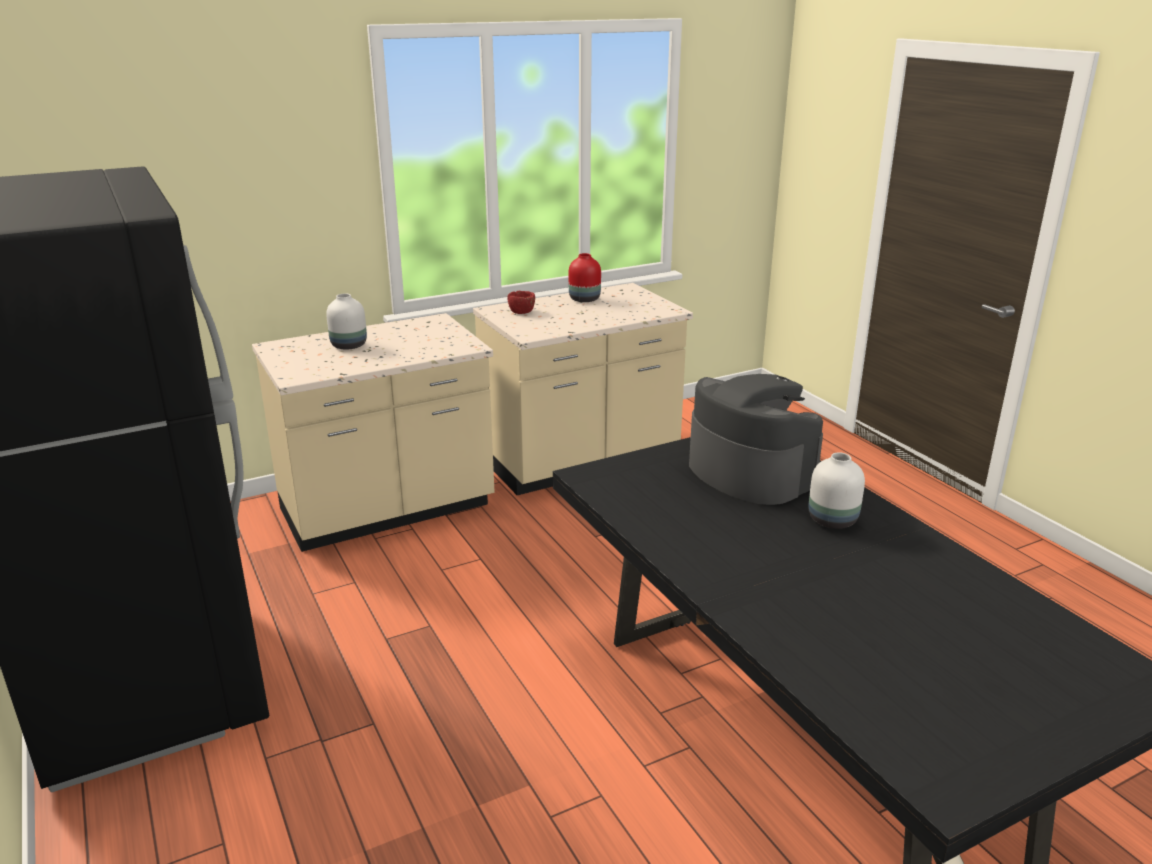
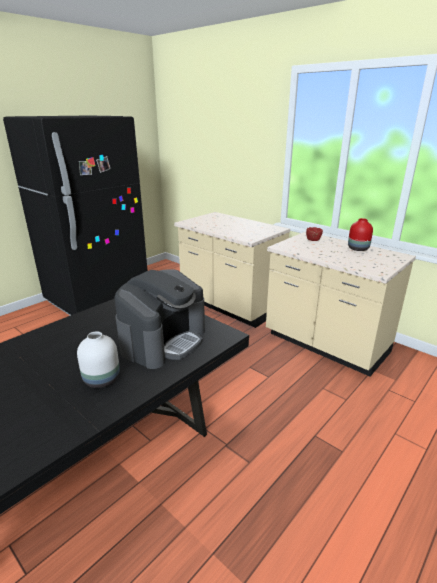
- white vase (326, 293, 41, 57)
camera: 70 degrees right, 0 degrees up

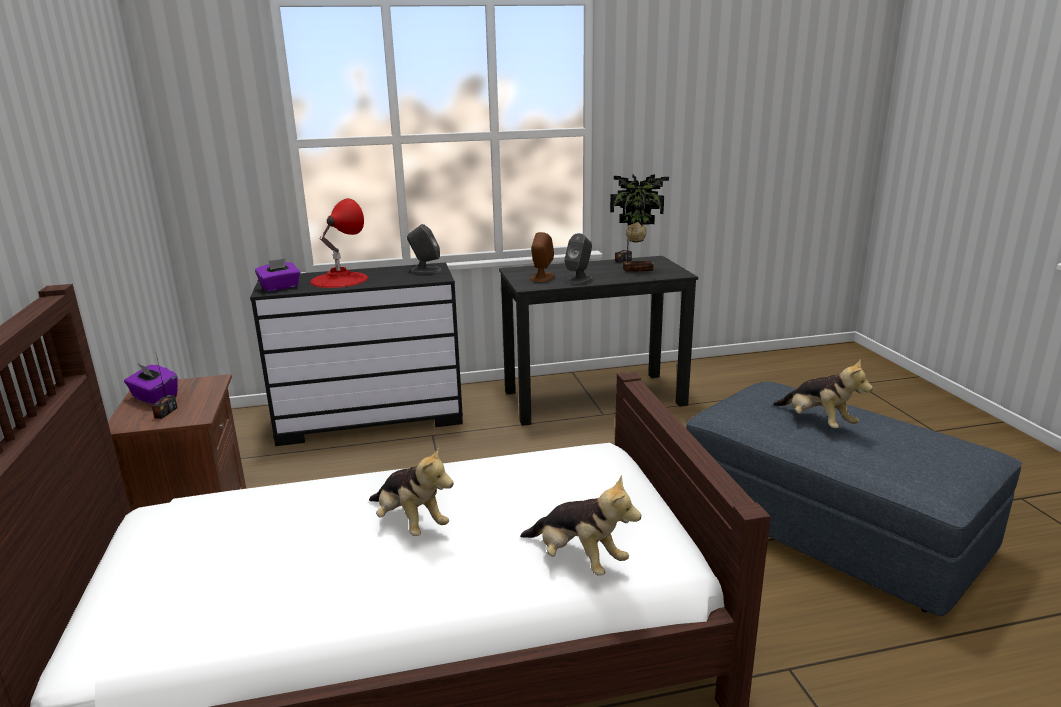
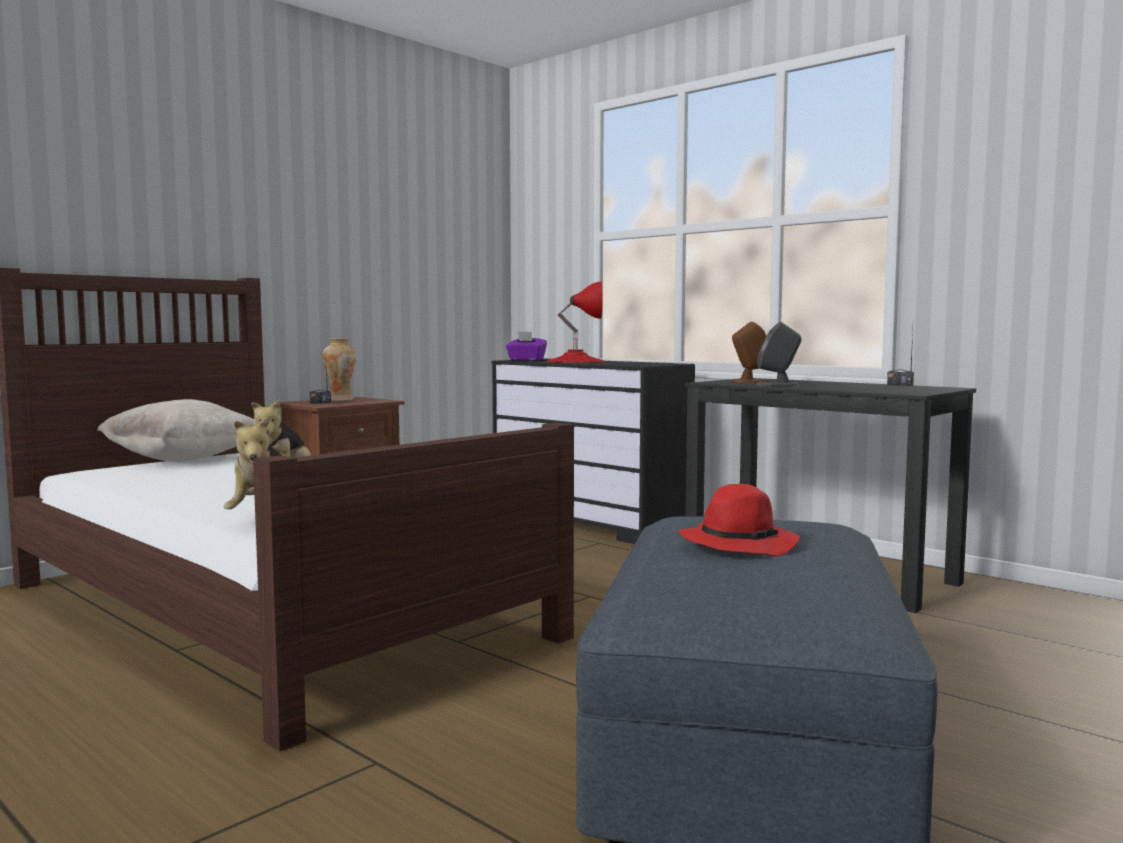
~ purple tissue box (124, 363, 54, 42) to vase (322, 338, 34, 63)
- grey speaker (407, 224, 35, 49)
- potted plant (610, 174, 59, 98)
~ plush toy (773, 358, 100, 70) to red hat (678, 484, 122, 73)
+ beige pillow (97, 399, 158, 63)
camera: 55 degrees right, 15 degrees down

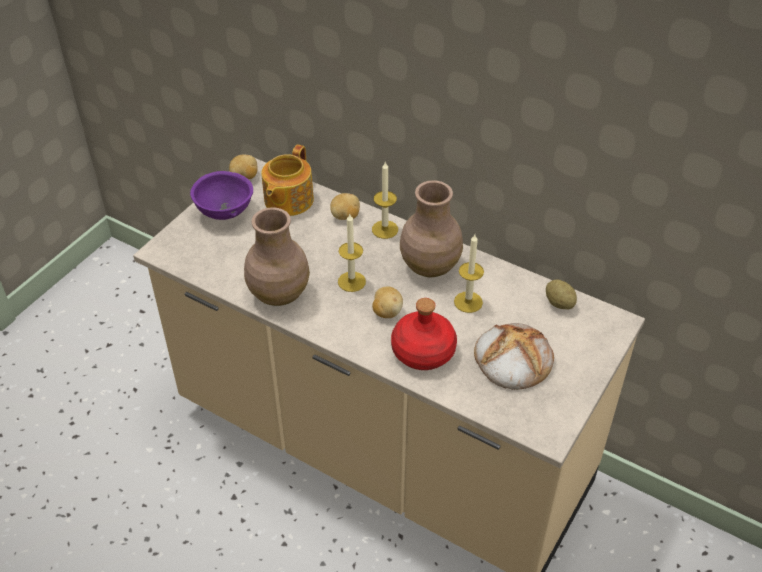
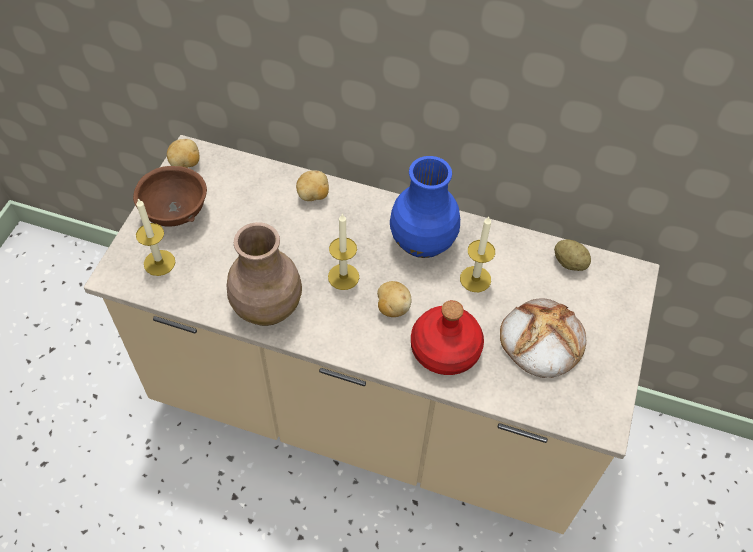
~ purple bowl (190, 171, 63, 49) to brown bowl (133, 166, 74, 61)
- teapot (261, 145, 53, 71)
~ candle (372, 161, 26, 78) to (136, 199, 39, 77)
~ brown vase (400, 180, 63, 97) to blue vase (390, 156, 70, 102)
camera: 15 degrees left, 10 degrees up

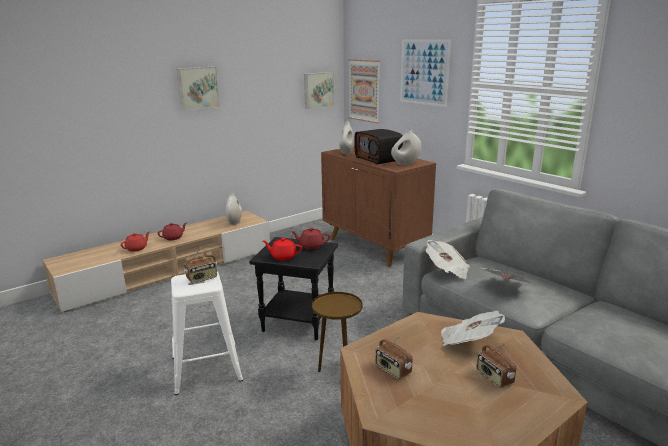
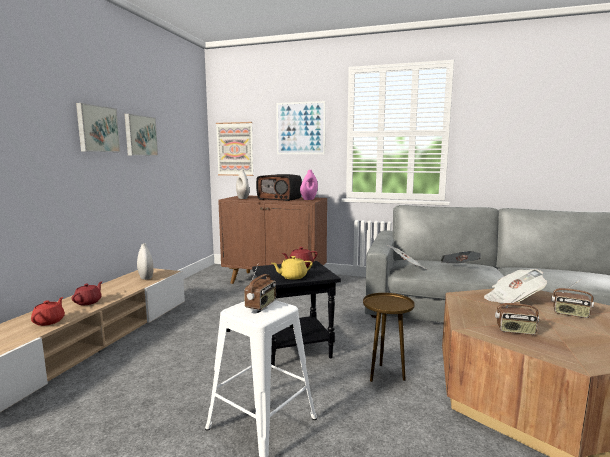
~ red teapot (263, 238, 39, 23) to yellow teapot (272, 256, 41, 24)
~ picture (304, 72, 30, 37) to (124, 114, 34, 42)
~ white vase (391, 129, 30, 37) to pink vase (300, 170, 18, 30)
camera: 35 degrees left, 10 degrees down

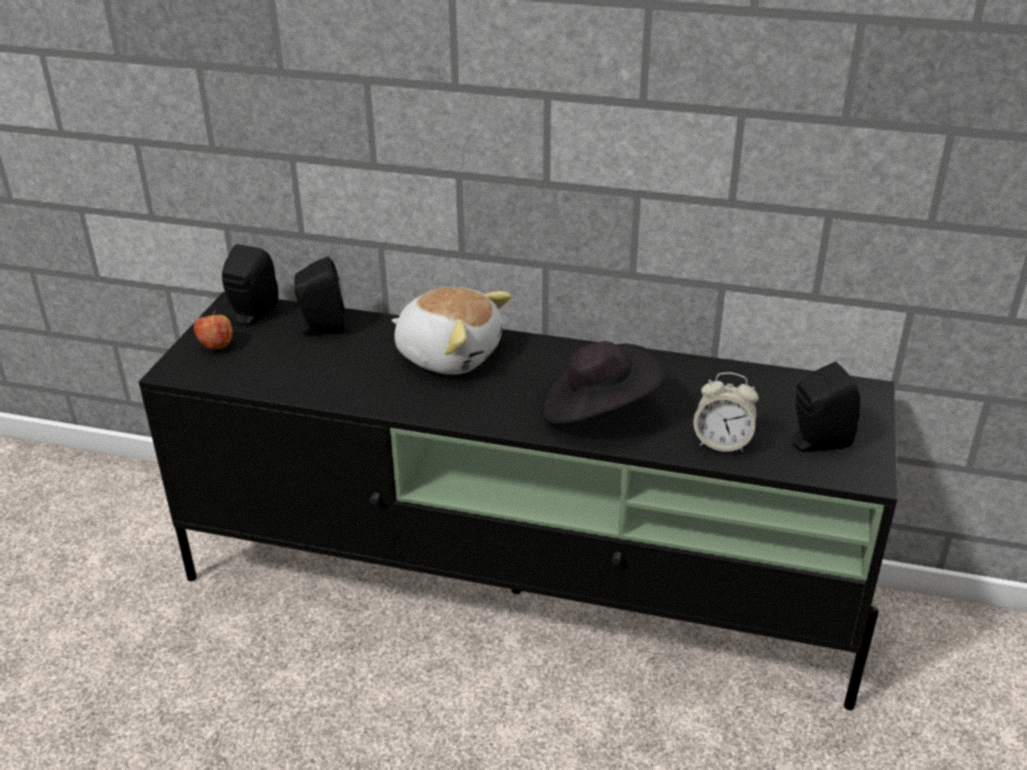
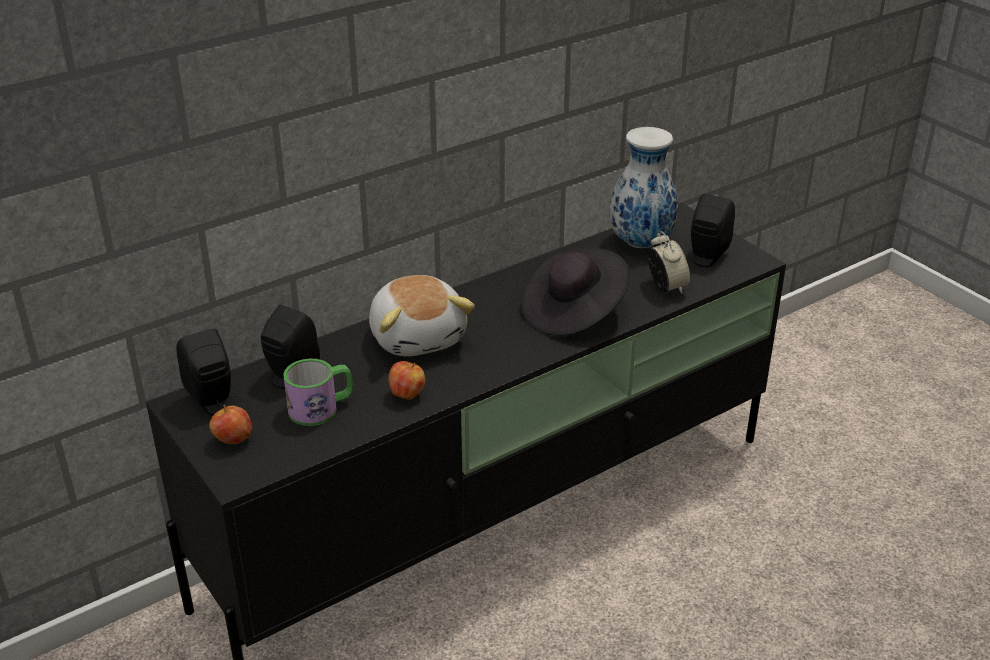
~ plush toy (391, 287, 121, 88) = (369, 275, 106, 82) 90 degrees clockwise
~ alarm clock (693, 372, 66, 81) = (648, 231, 42, 63) 75 degrees counterclockwise
+ mug (283, 359, 71, 67)
+ apple (389, 361, 36, 39)
+ vase (609, 127, 69, 121)
camera: 50 degrees left, 0 degrees up

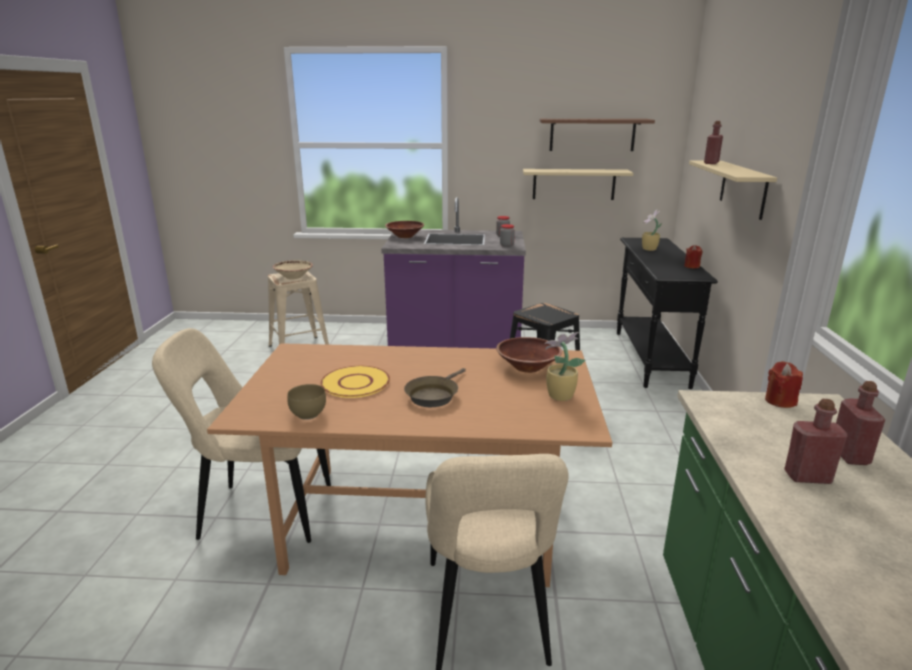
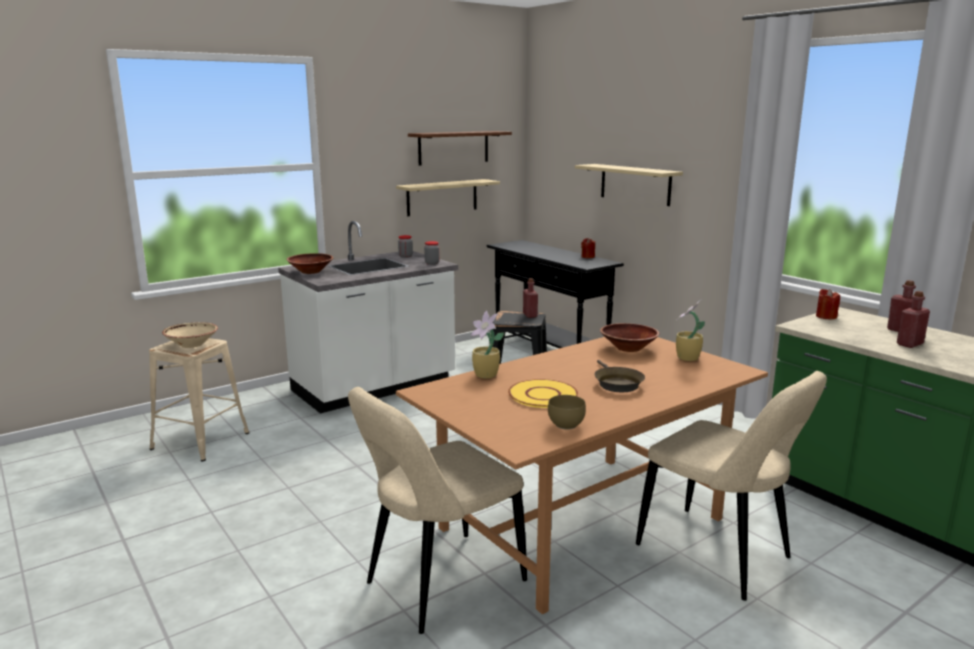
~ purple counter (381, 197, 145, 152) to white counter (278, 221, 180, 192)
~ potted plant (642, 209, 20, 42) to (470, 311, 34, 68)
~ red bottle (704, 121, 19, 43) to (523, 278, 15, 40)
camera: 40 degrees left, 5 degrees down

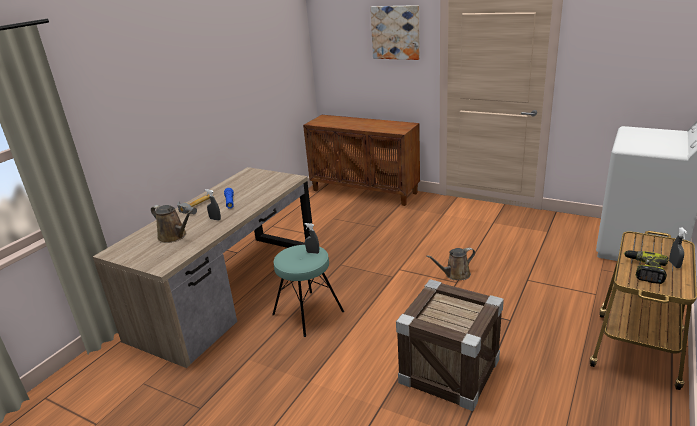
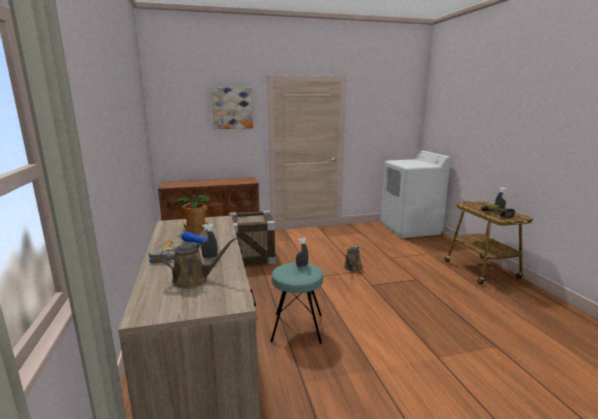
~ crate (396, 279, 108, 132) to (229, 210, 47, 56)
+ potted plant (173, 193, 36, 39)
camera: 45 degrees left, 10 degrees down

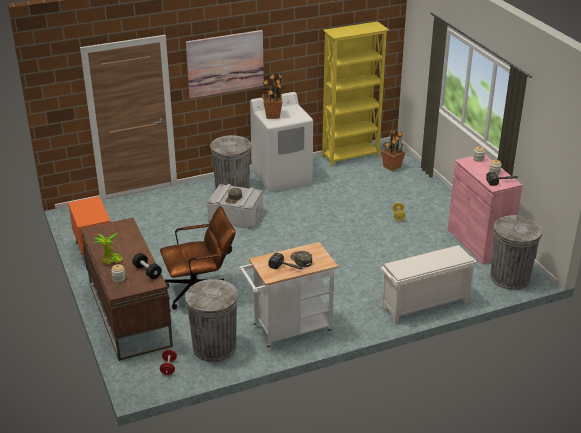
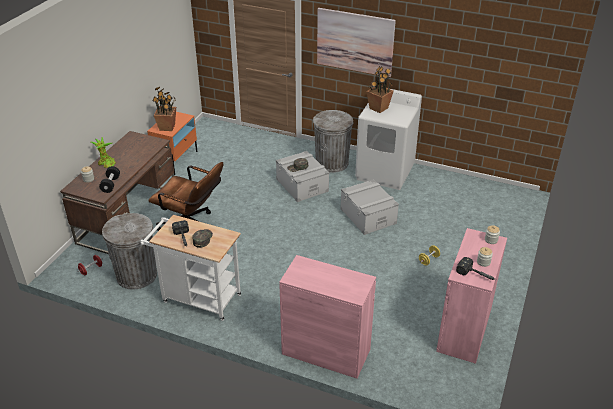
- yellow bookcase (322, 21, 67, 146)
~ potted plant (381, 129, 24, 42) to (152, 87, 25, 44)
~ white shoe rack (381, 245, 96, 78) to pink cabinet (279, 255, 97, 124)
- grey trash can (490, 215, 52, 75)
+ grey storage box (340, 180, 59, 55)
camera: 45 degrees right, 5 degrees up

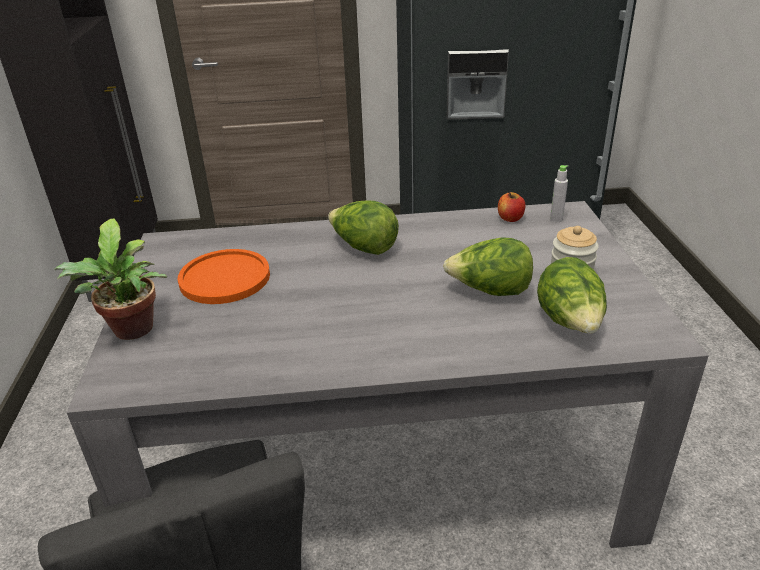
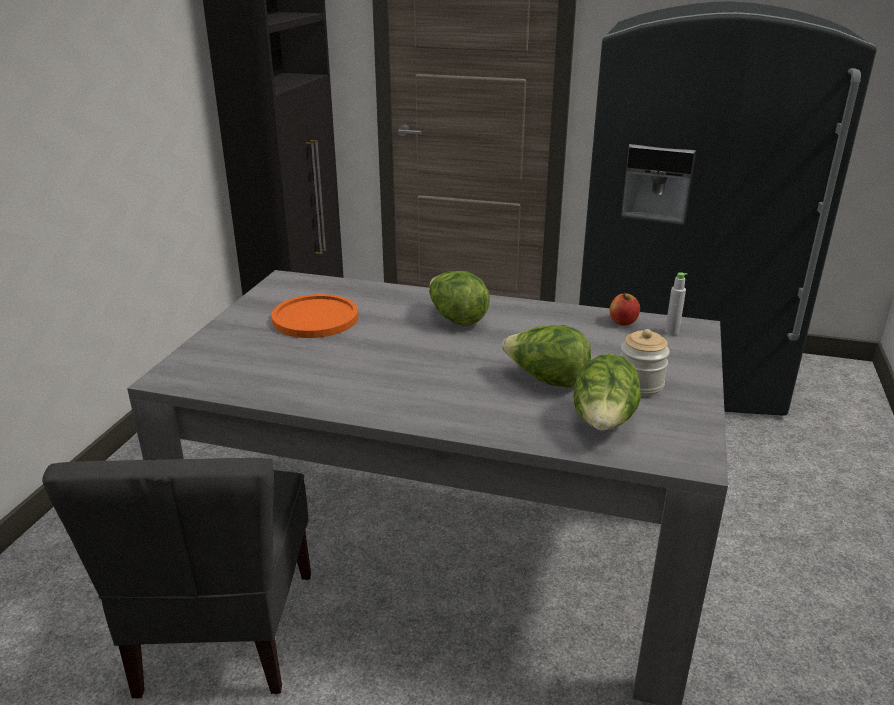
- potted plant (54, 219, 113, 121)
camera: 20 degrees right, 5 degrees down

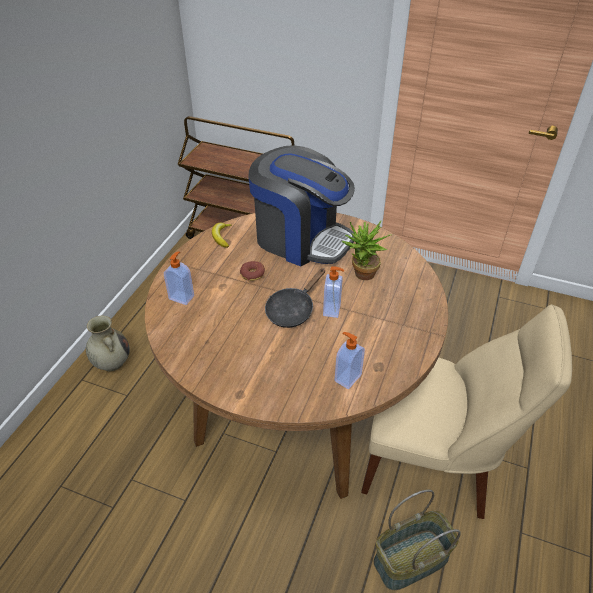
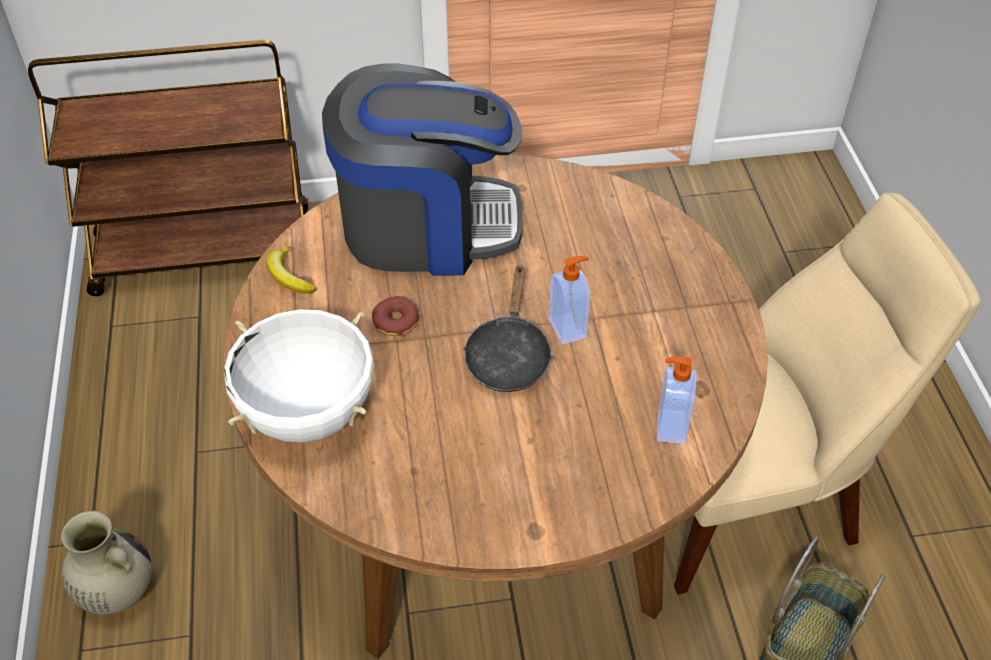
~ soap dispenser (164, 251, 30, 54) to white cooking pot (224, 309, 150, 133)
- potted plant (342, 220, 49, 60)
camera: 30 degrees left, 5 degrees up

